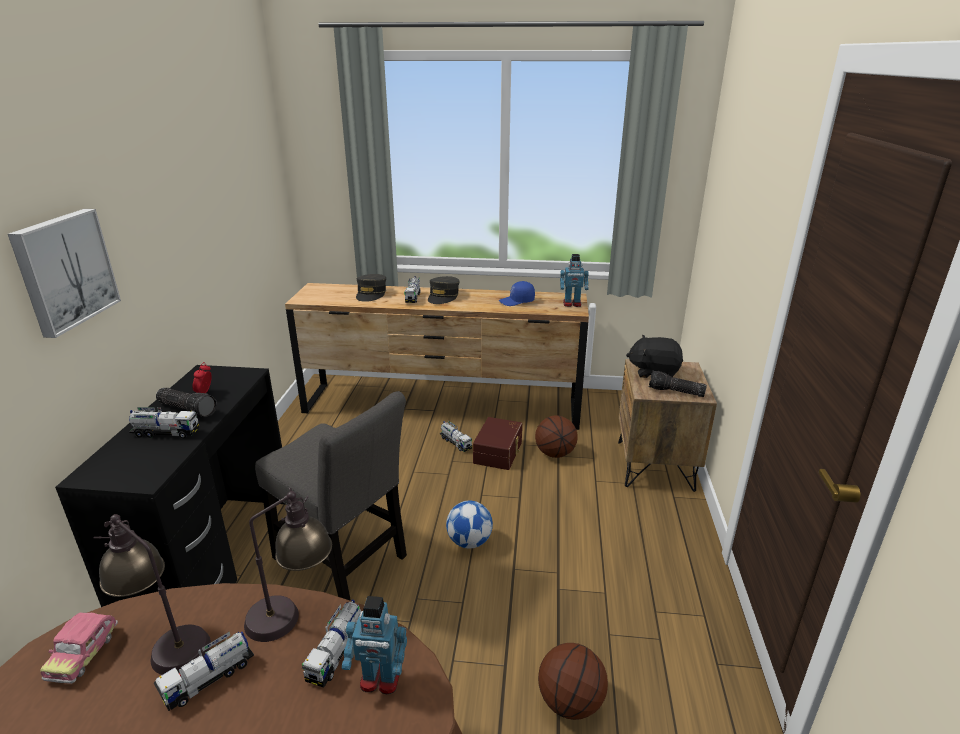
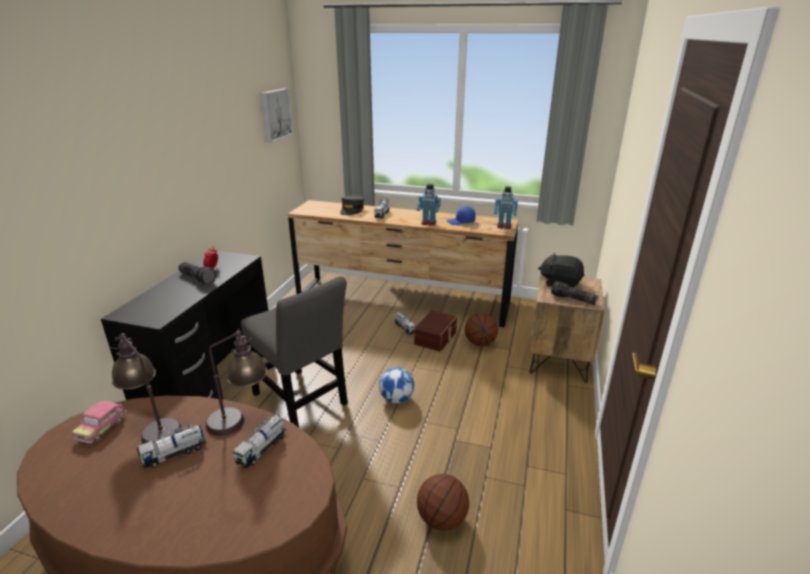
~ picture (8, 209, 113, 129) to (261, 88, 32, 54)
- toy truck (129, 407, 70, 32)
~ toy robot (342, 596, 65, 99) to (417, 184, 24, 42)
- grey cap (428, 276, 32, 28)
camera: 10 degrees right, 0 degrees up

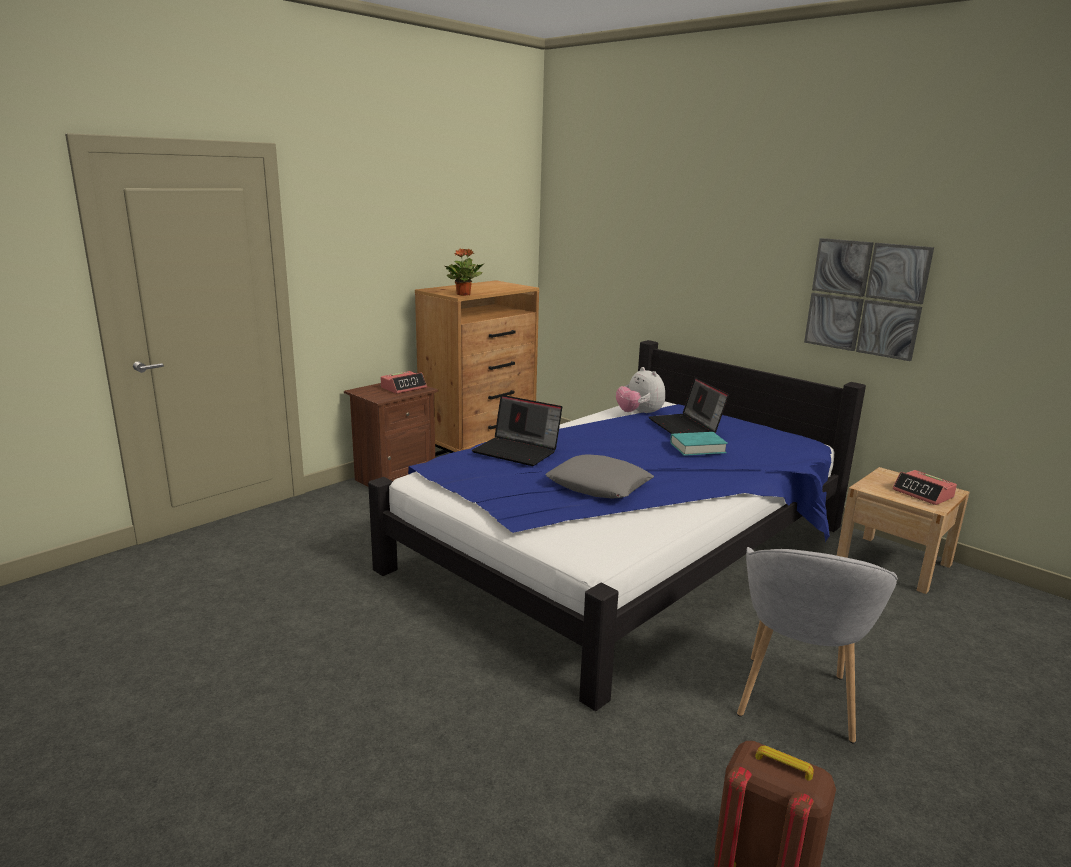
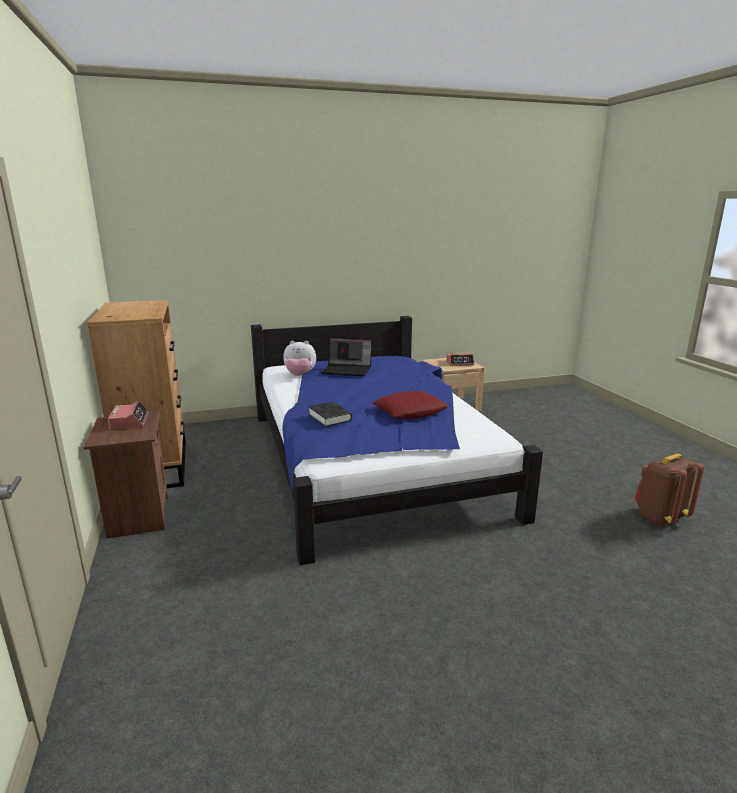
- potted plant (445, 248, 38, 48)
~ laptop (472, 395, 90, 71) to black book (308, 402, 44, 25)
~ grey pillow (545, 454, 109, 44) to red pillow (373, 391, 76, 28)
- turquoise book (670, 432, 58, 24)
- grey armchair (737, 547, 161, 196)
- picture (804, 238, 130, 123)
camera: 60 degrees left, 0 degrees up

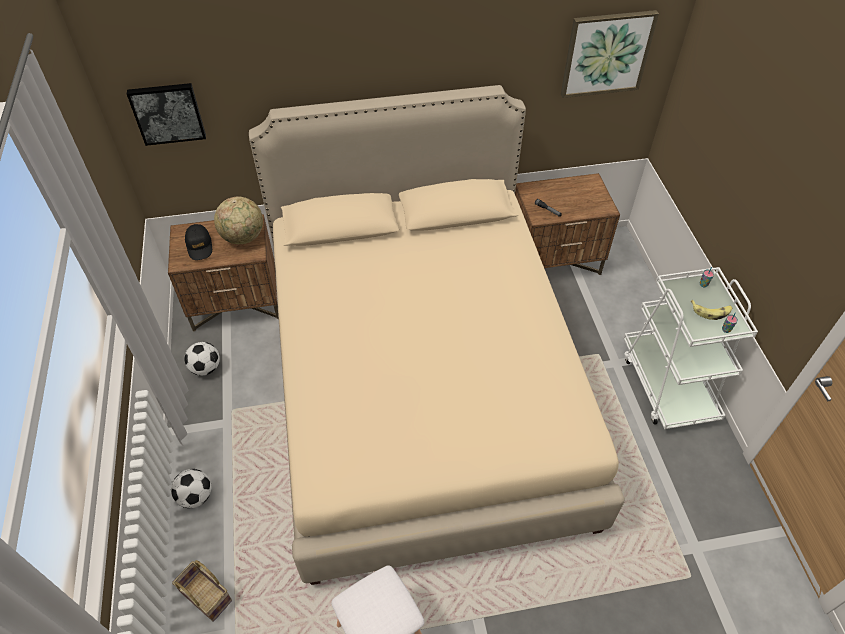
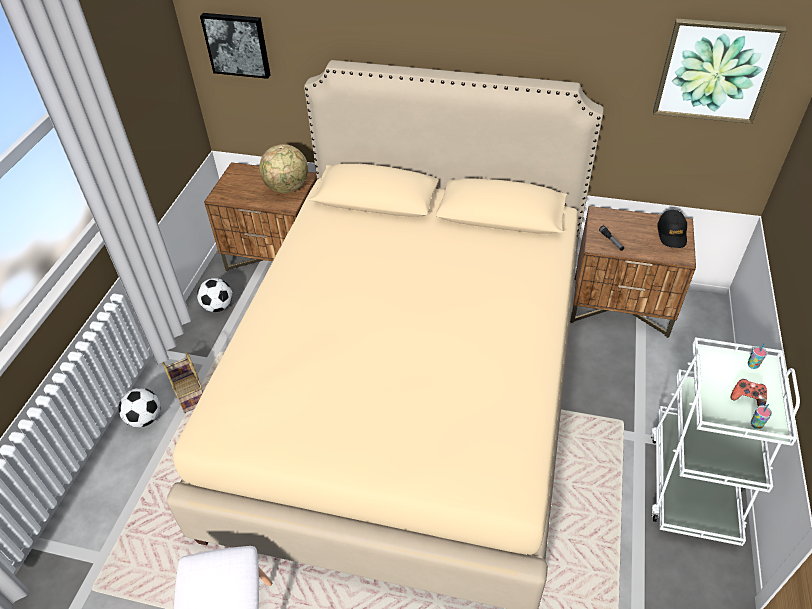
~ basket (172, 560, 60, 62) to (162, 352, 41, 61)
~ black cap (185, 224, 27, 36) to (657, 210, 30, 38)
~ banana (691, 300, 41, 20) to game controller (730, 379, 37, 27)
camera: 25 degrees right, 5 degrees down

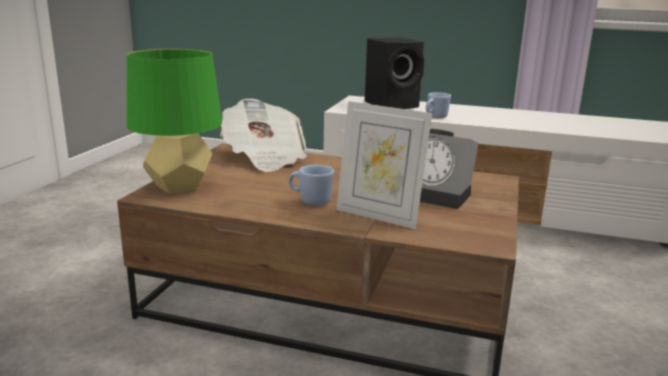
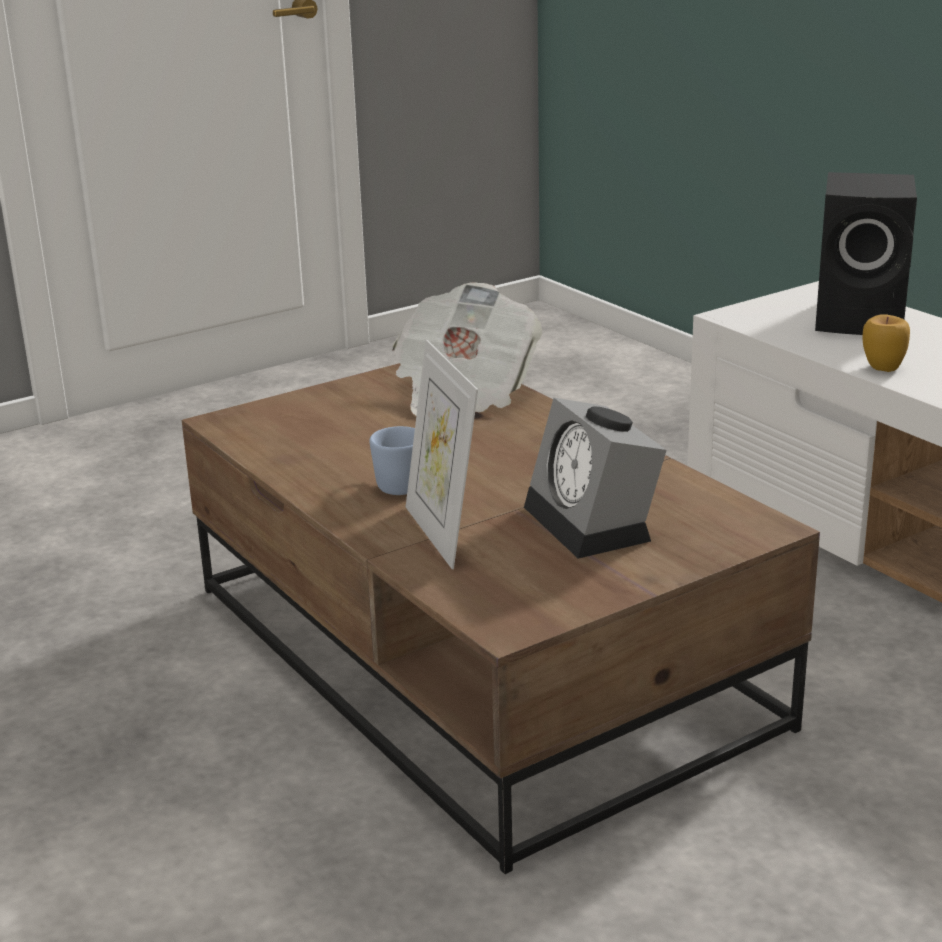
- green table lamp (127, 48, 95, 146)
~ blue mug (426, 92, 25, 27) to apple (862, 315, 48, 57)
camera: 40 degrees right, 5 degrees up

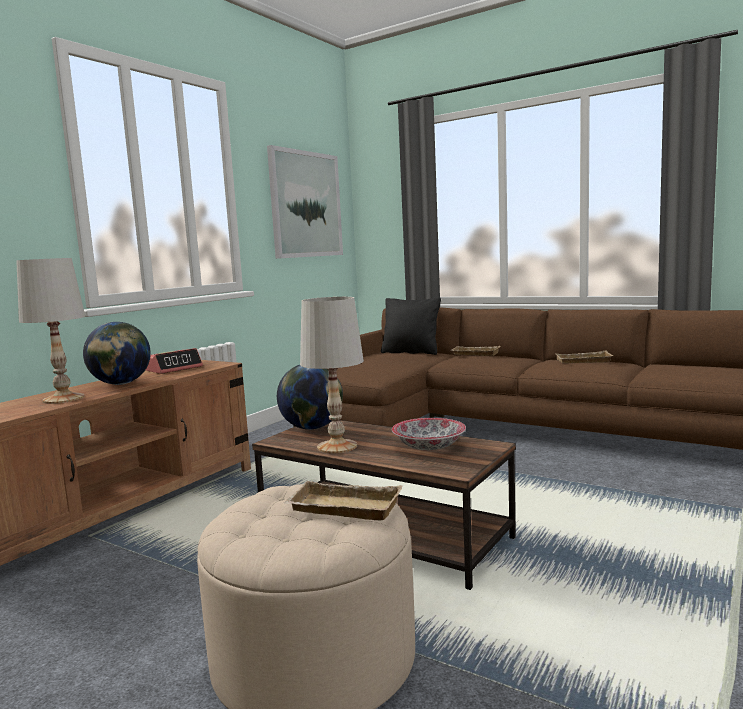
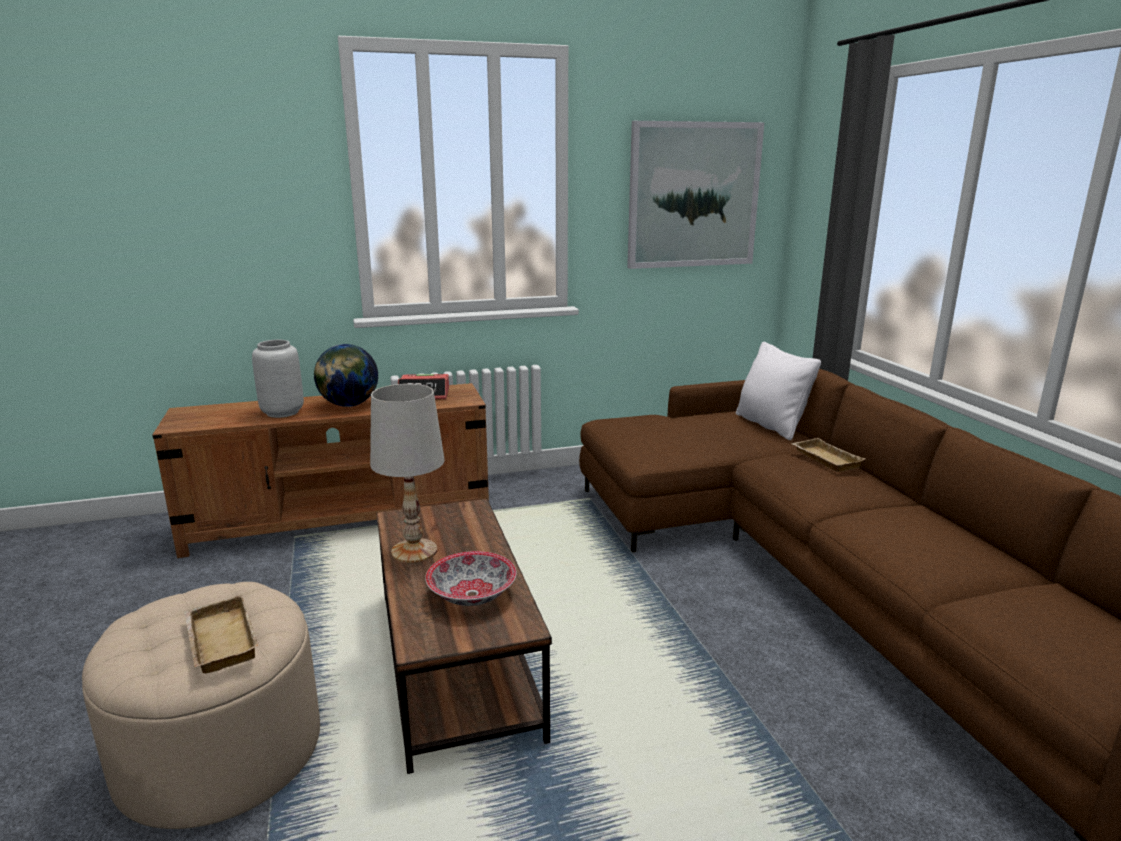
~ white table lamp (16, 258, 69, 146) to grey vase (252, 340, 52, 78)
- globe (277, 365, 66, 65)
~ black pillow (381, 297, 60, 58) to white pillow (736, 342, 85, 98)
- beige tray (556, 351, 57, 12)
camera: 40 degrees right, 10 degrees up

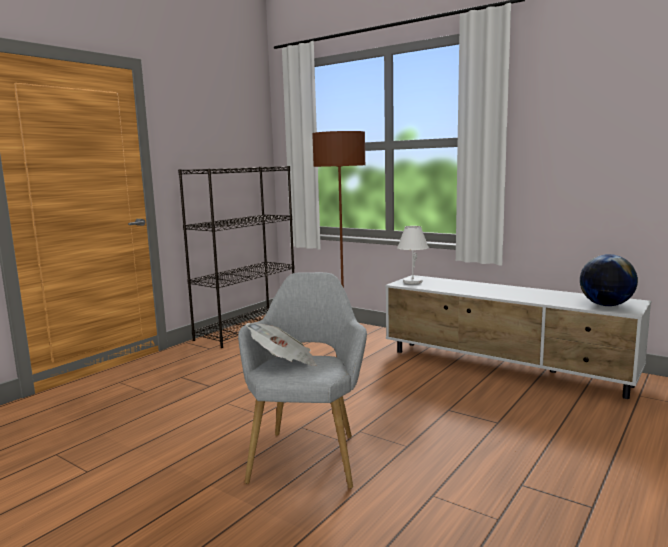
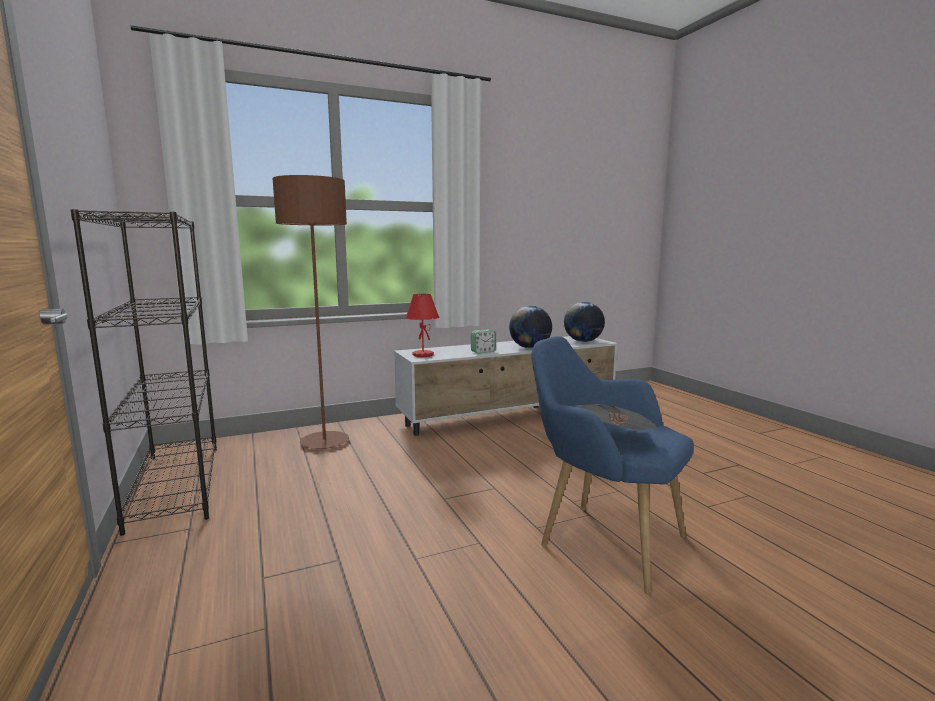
~ grey armchair (238, 272, 129, 217) to blue armchair (532, 336, 162, 258)
~ white table lamp (397, 226, 32, 58) to red table lamp (405, 294, 34, 63)
+ alarm clock (471, 330, 25, 24)
+ globe (509, 306, 43, 42)
camera: 60 degrees left, 0 degrees up

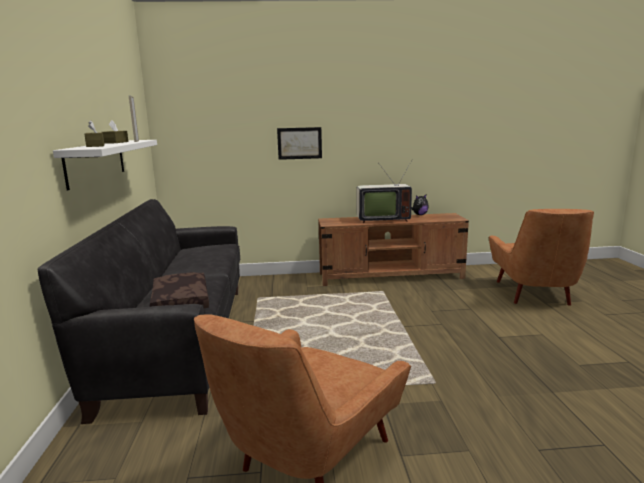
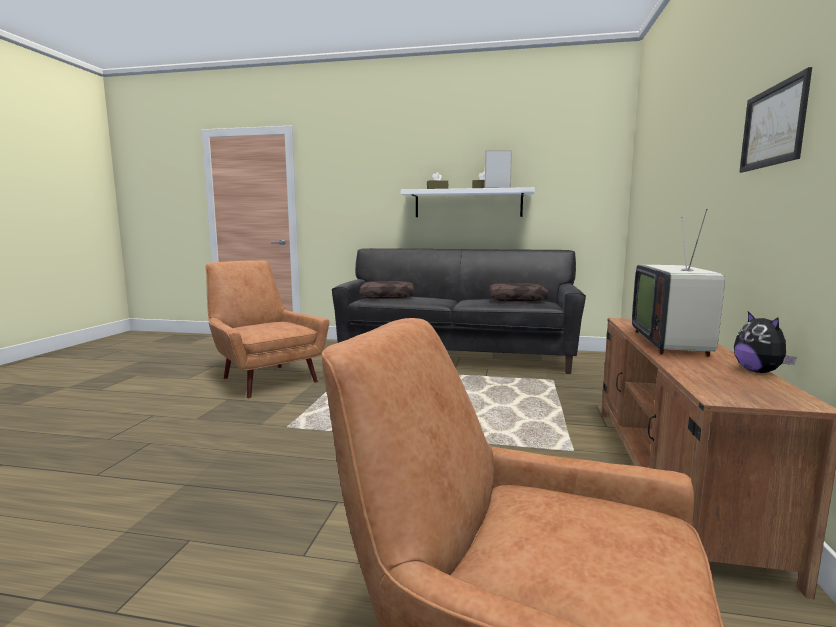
~ picture (277, 127, 45, 33) to (739, 67, 73, 106)
+ brown pillow (489, 283, 60, 18)
camera: 105 degrees right, 5 degrees down

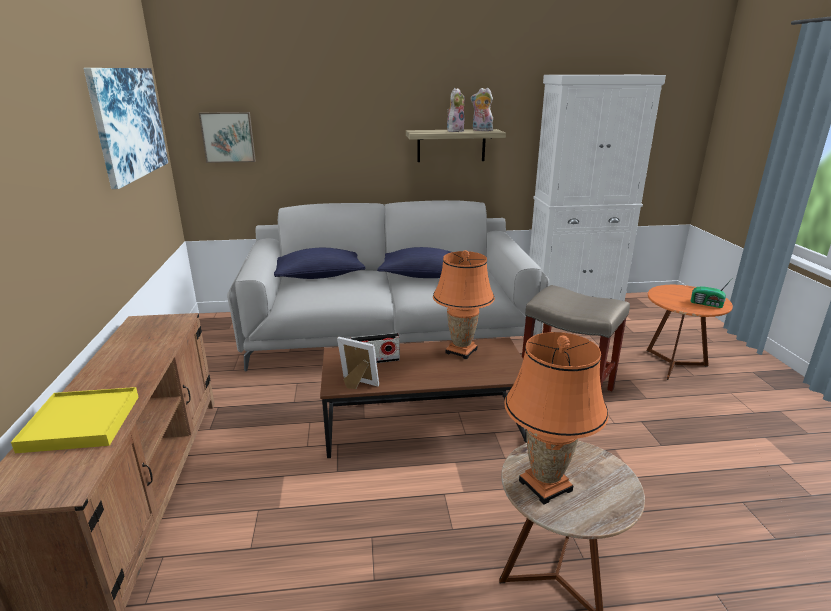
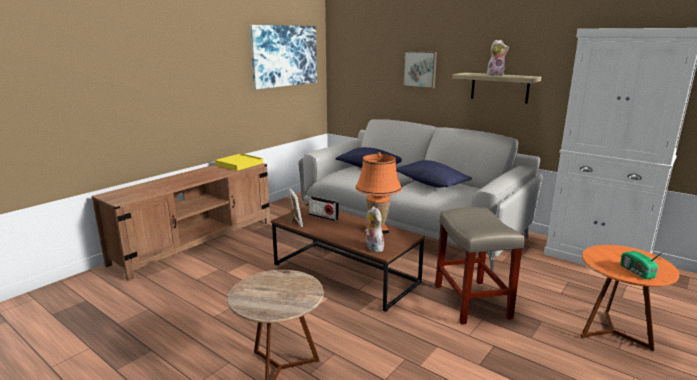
~ yellow tray (11, 387, 127, 66) to (215, 153, 48, 18)
~ picture (199, 112, 57, 51) to (403, 51, 34, 37)
~ plush toy (470, 88, 23, 43) to (365, 206, 19, 46)
- orange table lamp (504, 332, 105, 172)
camera: 45 degrees right, 5 degrees down

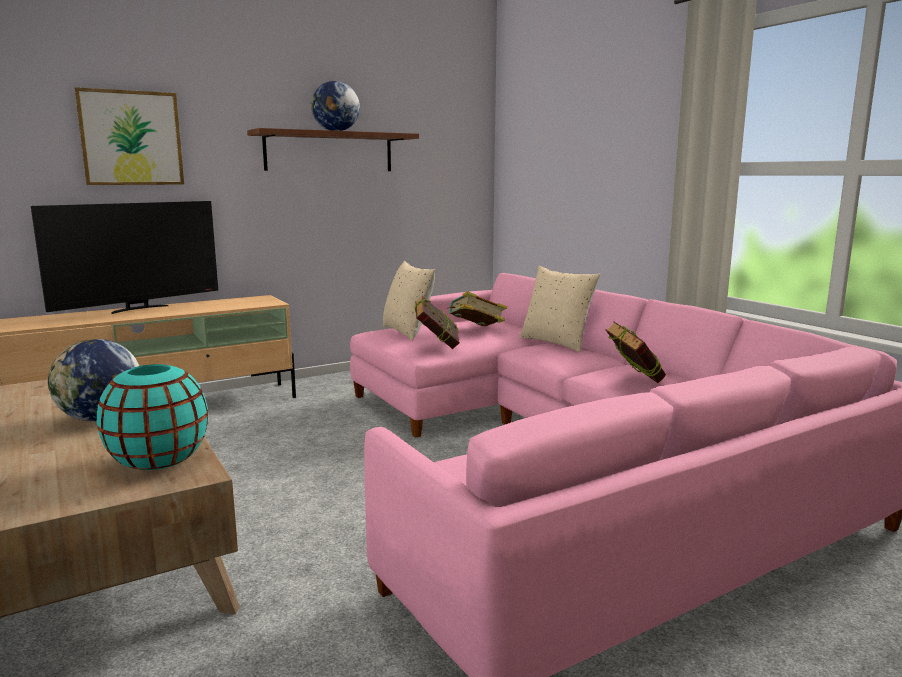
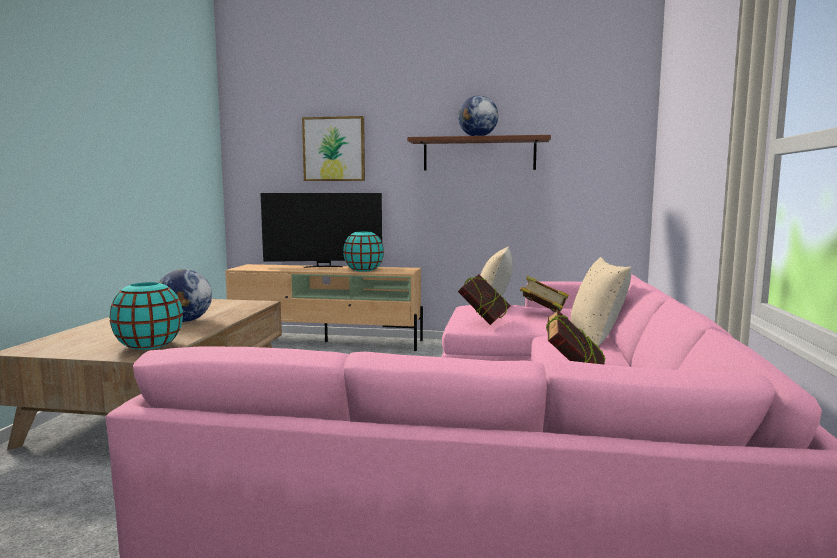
+ turquoise vase (343, 232, 41, 40)
camera: 40 degrees right, 5 degrees down

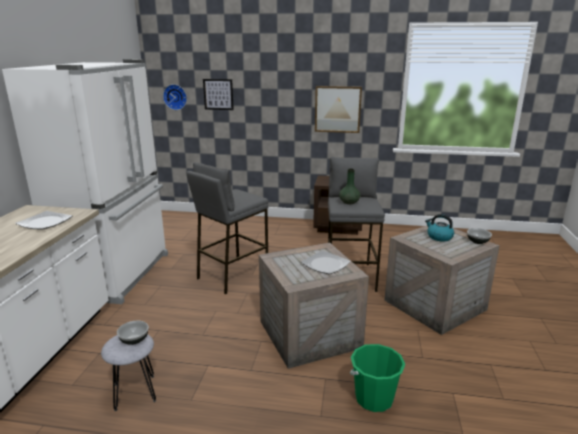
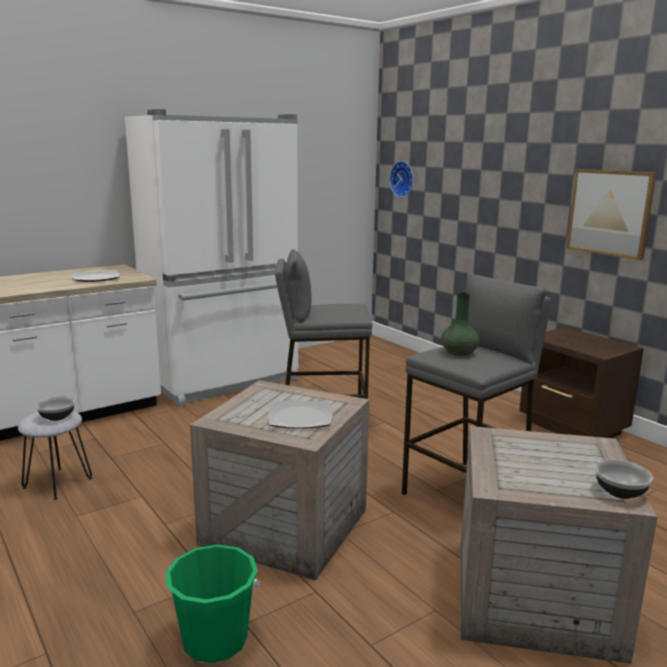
- picture (203, 79, 31, 31)
- kettle (425, 214, 29, 28)
camera: 45 degrees right, 5 degrees down

